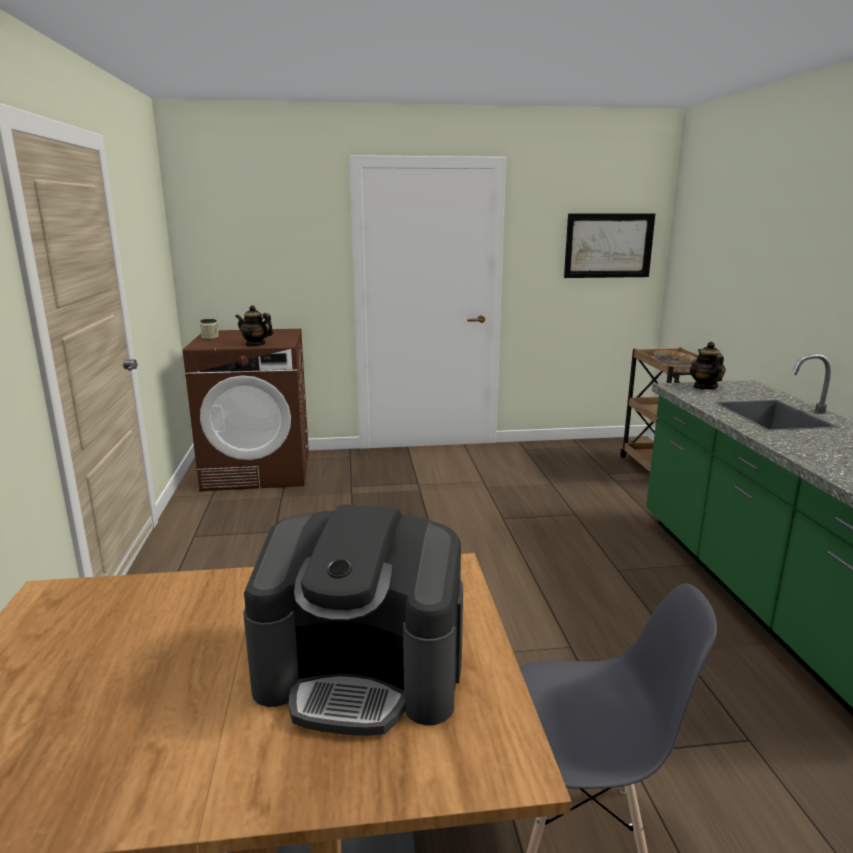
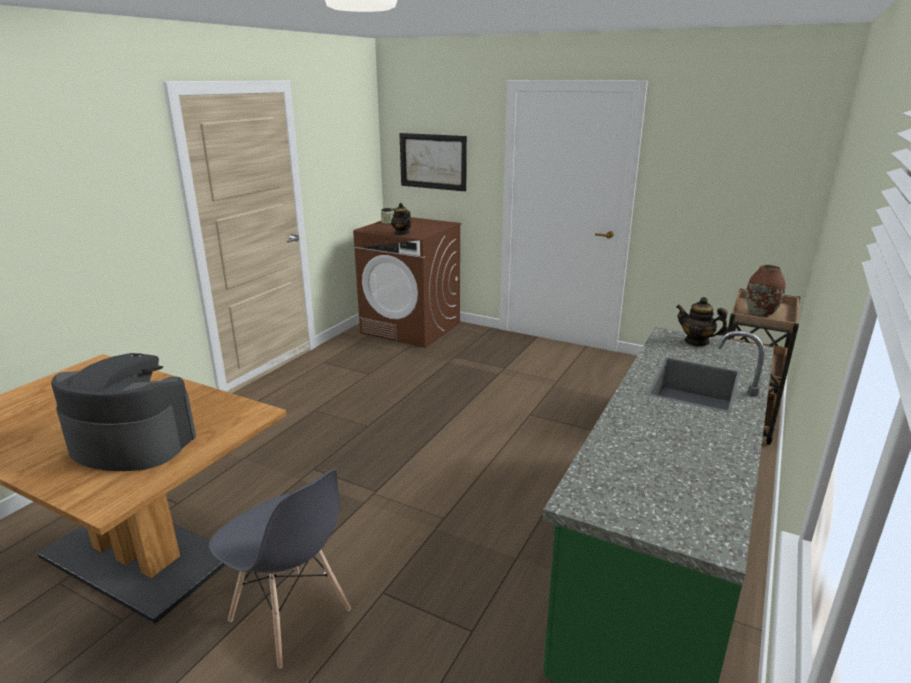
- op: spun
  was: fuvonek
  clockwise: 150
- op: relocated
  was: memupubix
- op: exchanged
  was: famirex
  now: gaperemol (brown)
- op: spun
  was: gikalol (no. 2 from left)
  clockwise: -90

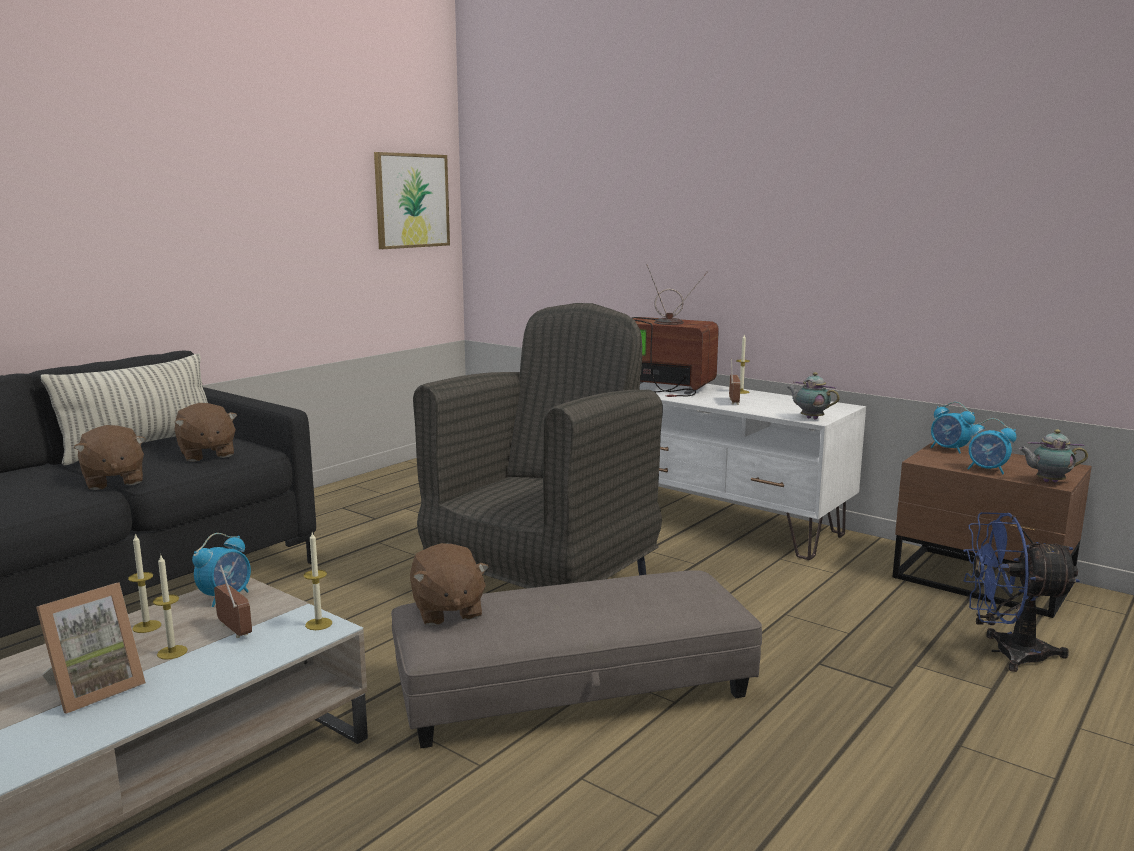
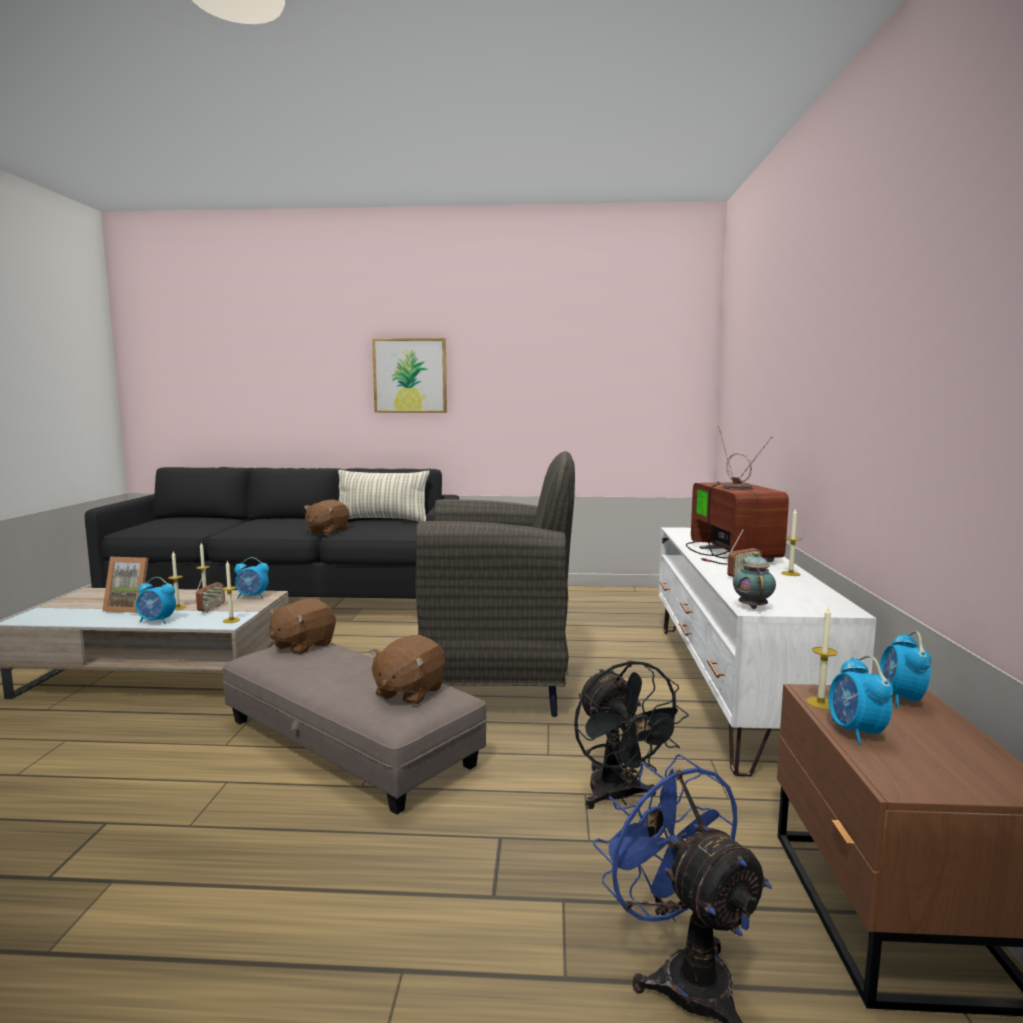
- op: relocated
  was: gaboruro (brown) (no. 2 from left in the first image)
  now: gaboruro (brown) (no. 3 from left)
- op: relocated
  was: memupubix
- op: missing
  was: gikalol (no. 2 from left)
- op: appeared
  now: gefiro (no. 1 from left)
- op: appeared
  now: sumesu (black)
- op: appeared
  now: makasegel (no. 5 from left)

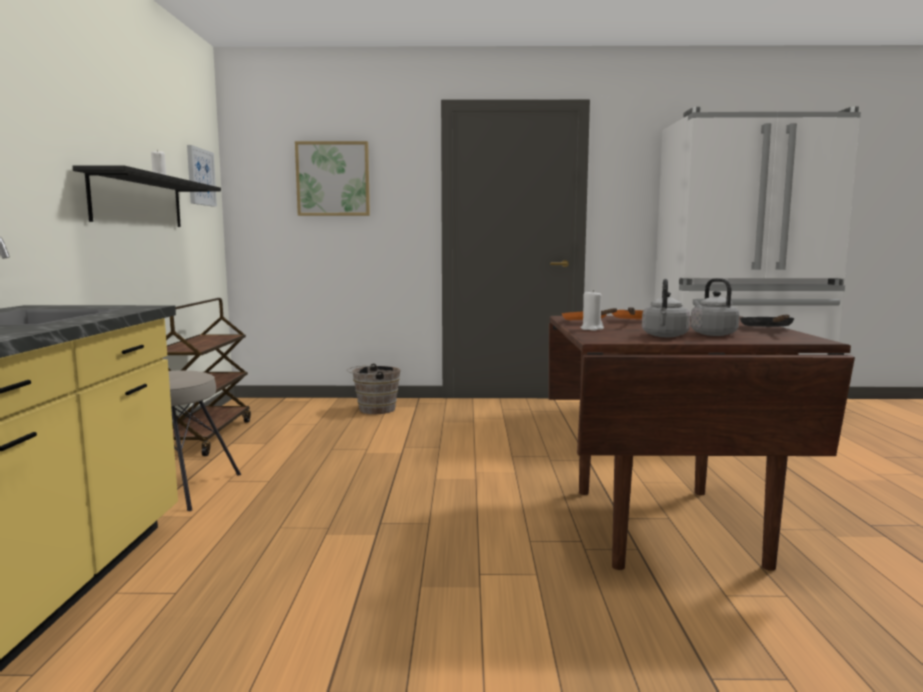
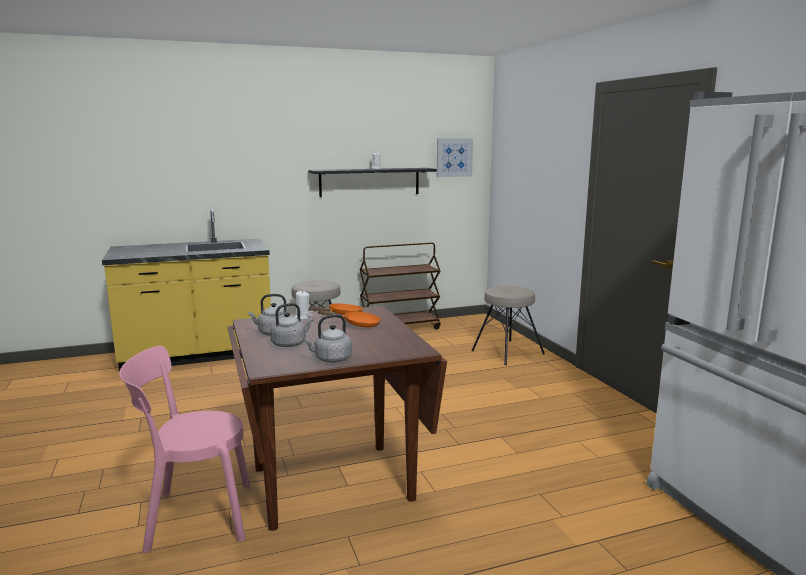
- op: missing
  was: memupubix (no. 2 from left)
- op: exchanged
  was: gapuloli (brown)
  now: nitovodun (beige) (no. 2 from left)
- op: exchanged
  was: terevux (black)
  now: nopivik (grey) (no. 3 from left)
- op: appeared
  now: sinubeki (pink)

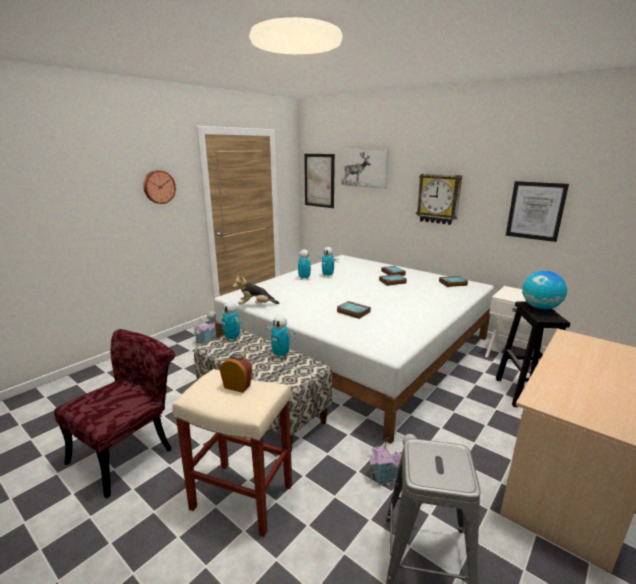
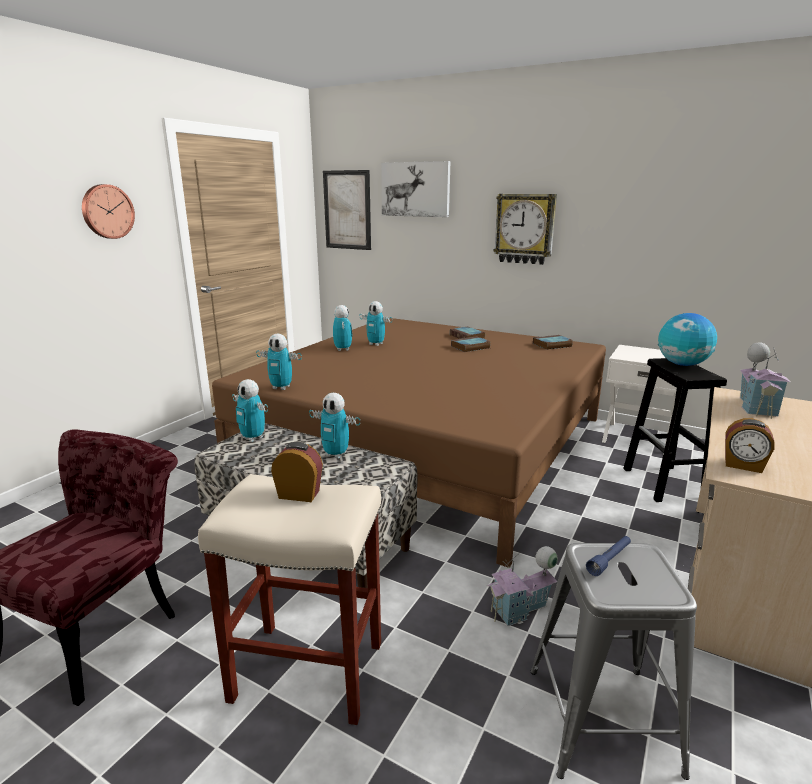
- op: relocated
  was: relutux (no. 1 from left in the first image)
  now: relutux (no. 2 from left)
- op: colour
  was: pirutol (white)
  now: pirutol (brown)
- op: exchanged
  was: gaboruro
  now: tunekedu (no. 2 from left)
- op: missing
  was: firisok (no. 1 from left)
- op: missing
  was: memupubix (no. 3 from left)
- op: appeared
  now: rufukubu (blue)
- op: appeared
  now: gefiro (no. 2 from left)

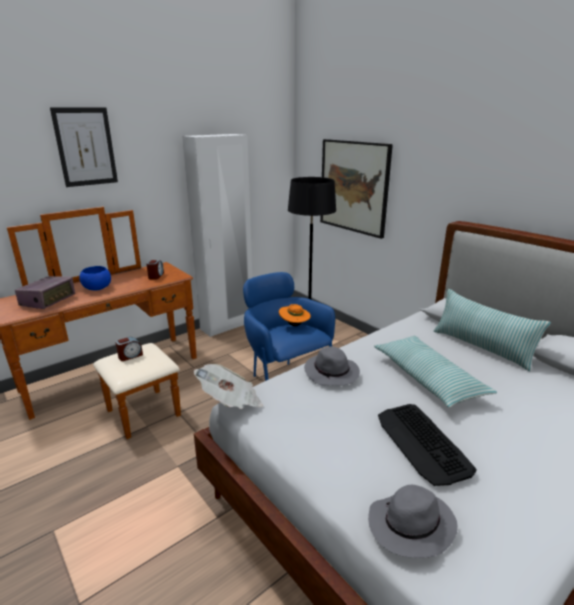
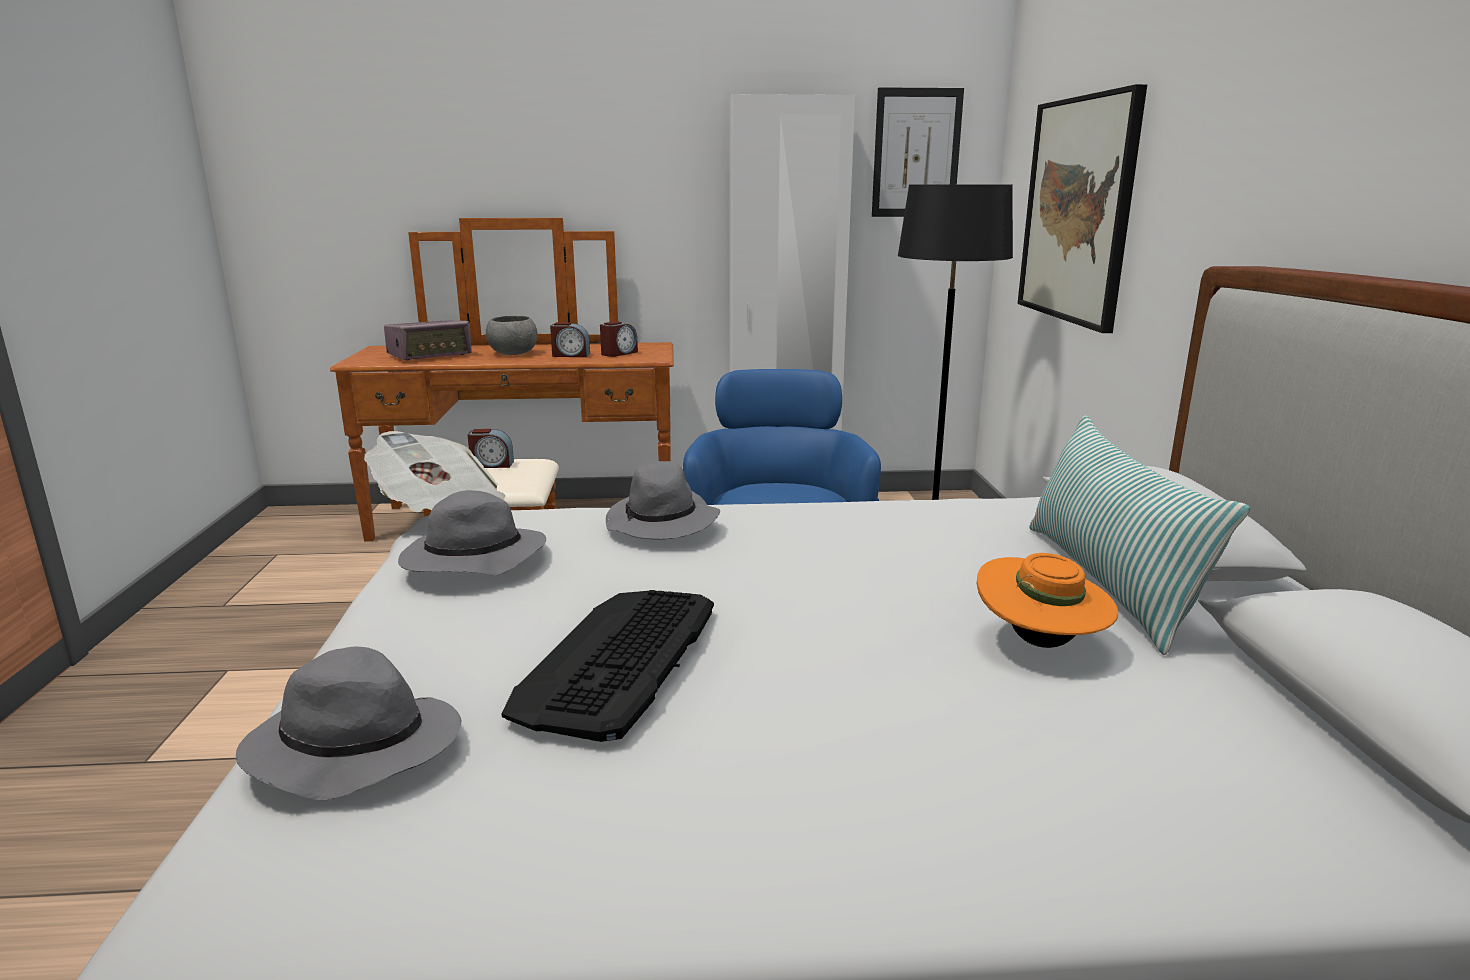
- op: relocated
  was: memupubix (no. 1 from left)
- op: colour
  was: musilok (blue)
  now: musilok (grey)
- op: relocated
  was: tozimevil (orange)
- op: missing
  was: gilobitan (no. 1 from left)
- op: appeared
  now: tozimevil (grey) (no. 2 from left)
- op: appeared
  now: gefiro (no. 2 from left)

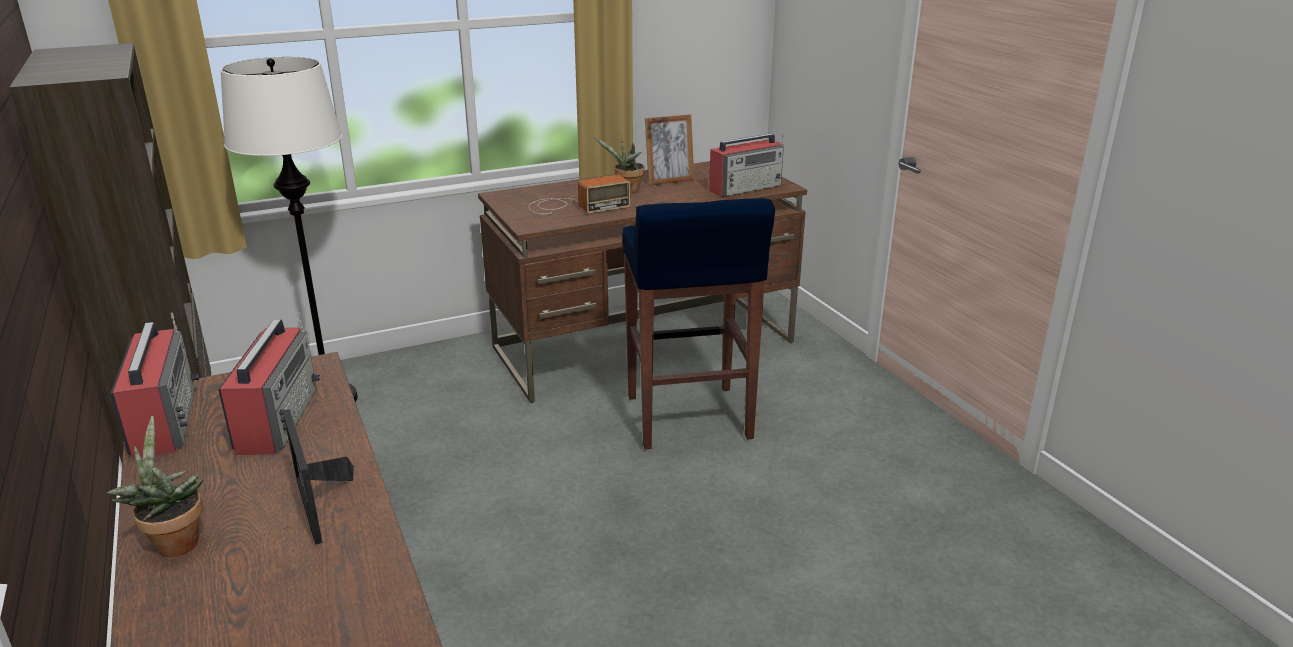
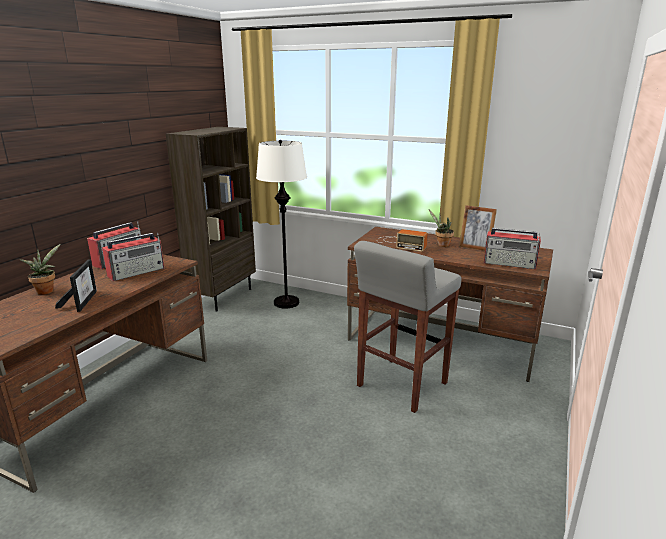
- op: spun
  was: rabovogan (no. 1 from left)
  clockwise: 150
- op: colour
  was: nitovodun (blue)
  now: nitovodun (grey)

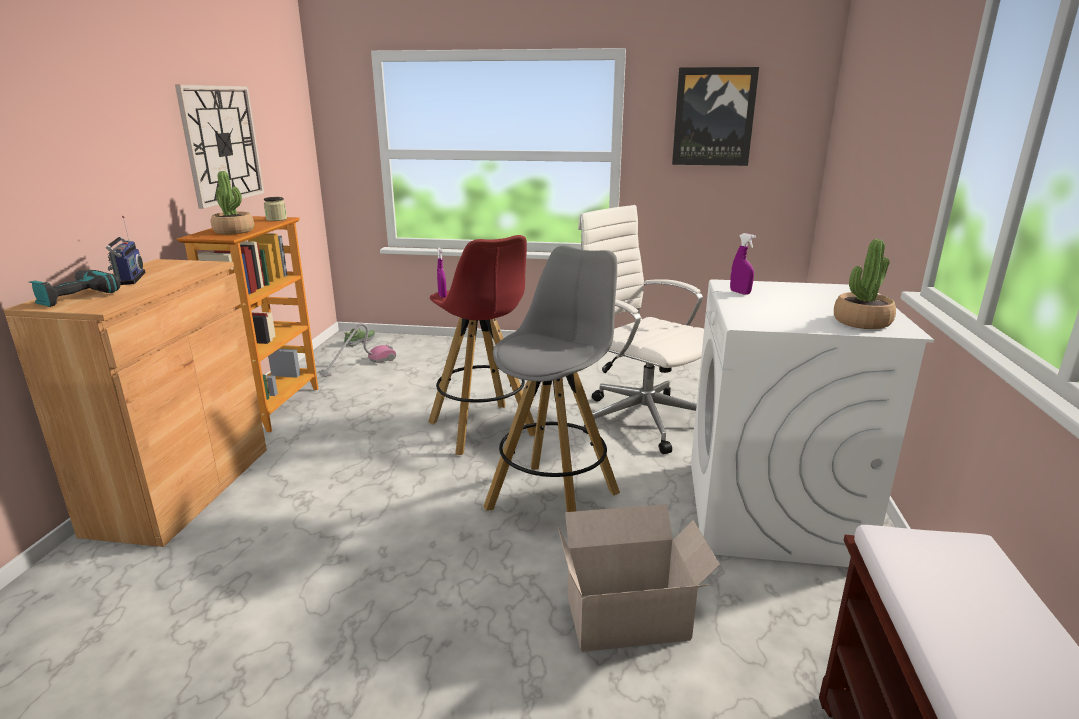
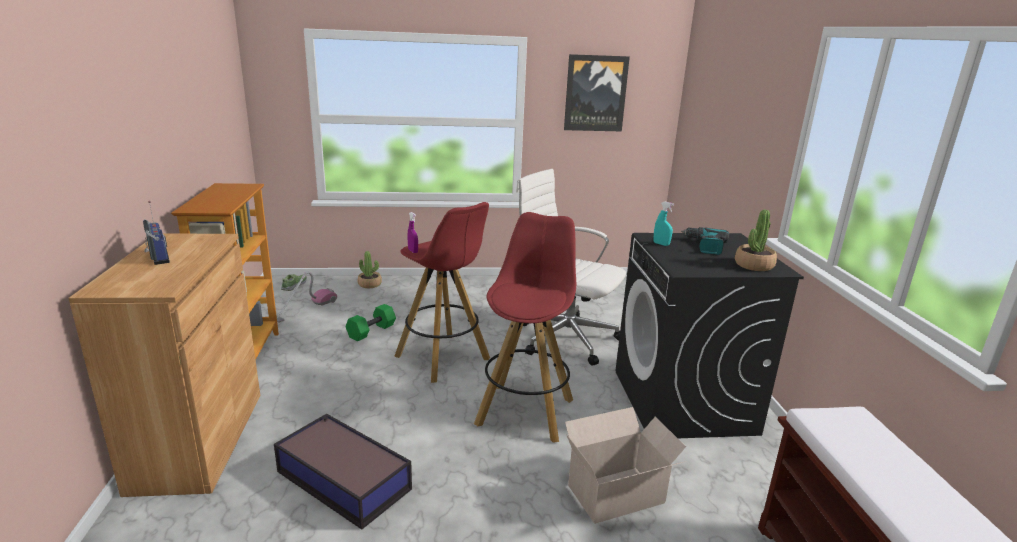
- op: relocated
  was: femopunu
- op: missing
  was: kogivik
- op: relocated
  was: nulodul (no. 1 from left)
- op: missing
  was: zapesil
- op: colour
  was: nitovodun (grey)
  now: nitovodun (red) (no. 2 from left)
- op: colour
  was: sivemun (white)
  now: sivemun (black)
- op: colour
  was: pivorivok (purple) (no. 2 from left)
  now: pivorivok (turquoise)
- op: appeared
  now: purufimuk
- op: appeared
  now: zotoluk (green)

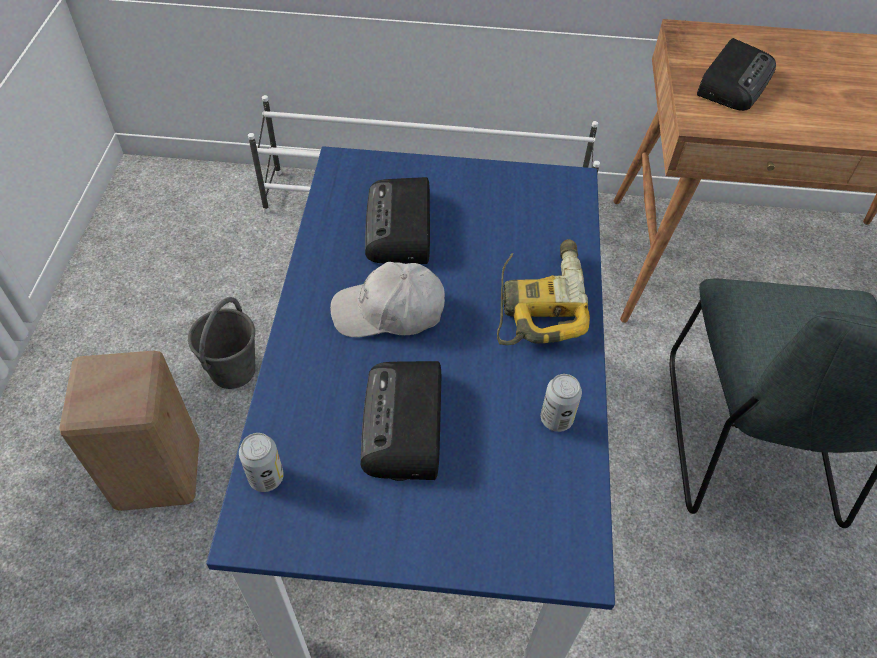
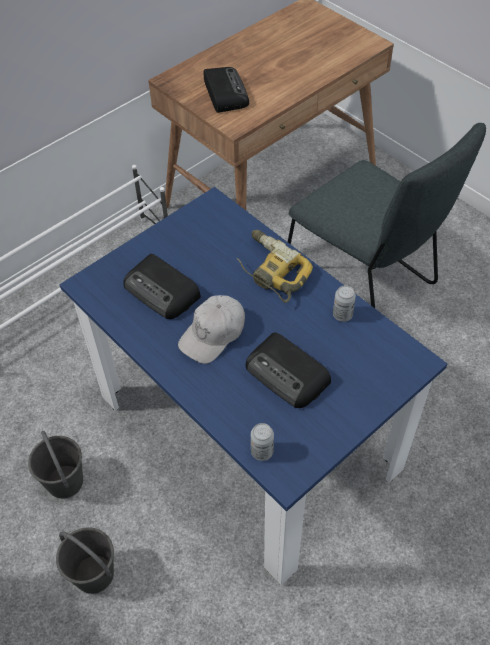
- op: exchanged
  was: nitovodun (beige)
  now: gapuloli (grey) (no. 2 from left)

